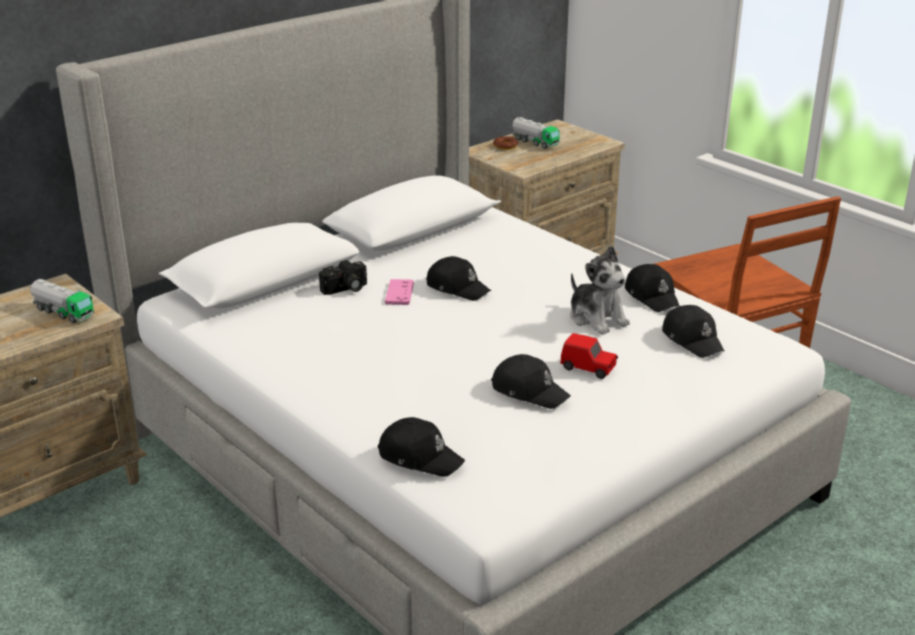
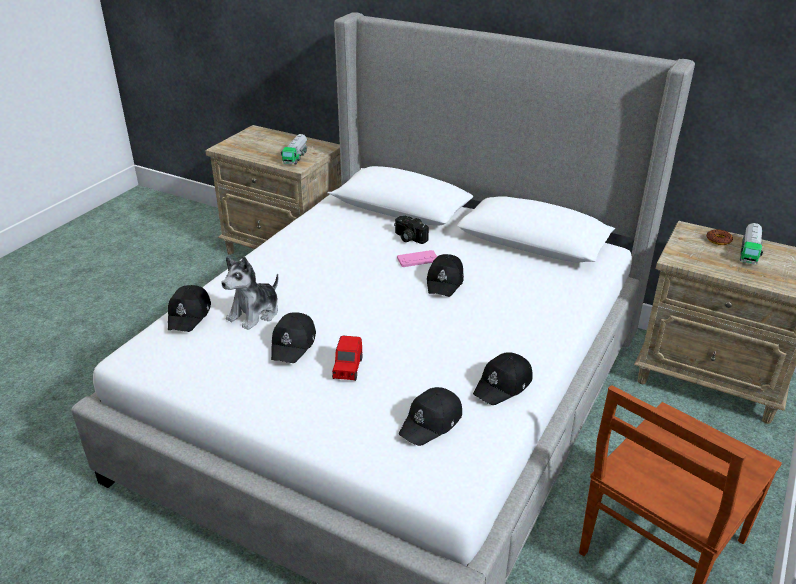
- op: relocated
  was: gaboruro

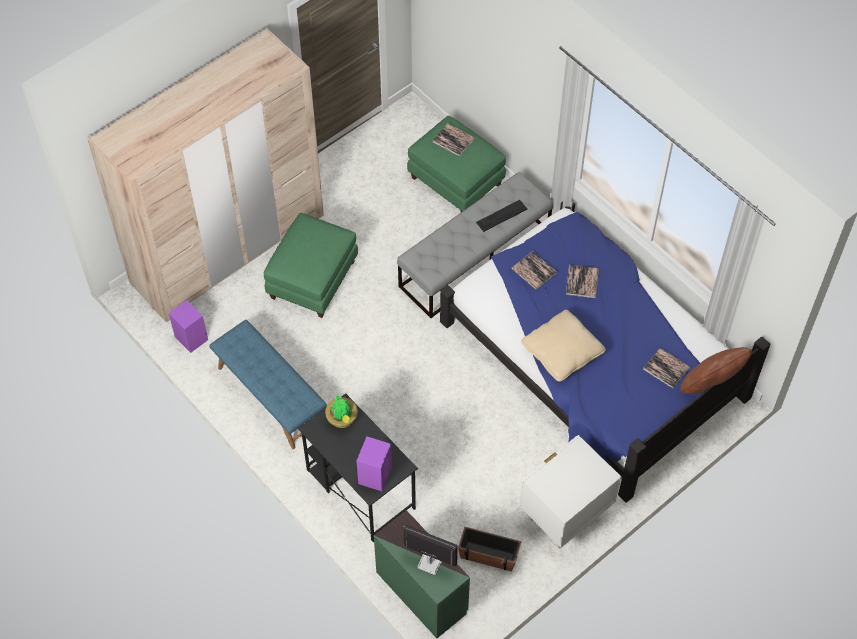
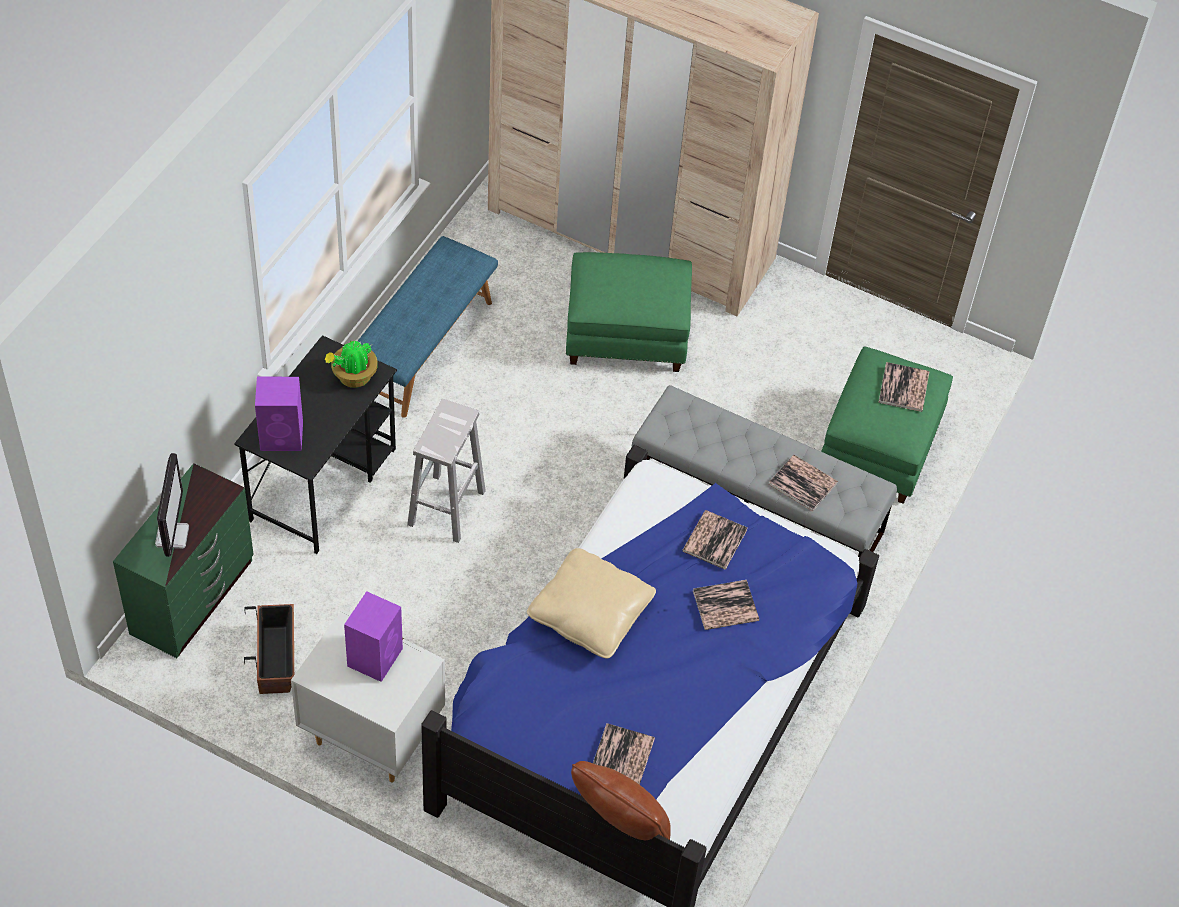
- op: relocated
  was: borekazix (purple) (no. 1 from left in the first image)
  now: borekazix (purple) (no. 2 from left)
- op: exchanged
  was: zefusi
  now: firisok (no. 4 from left)
- op: appeared
  now: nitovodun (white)

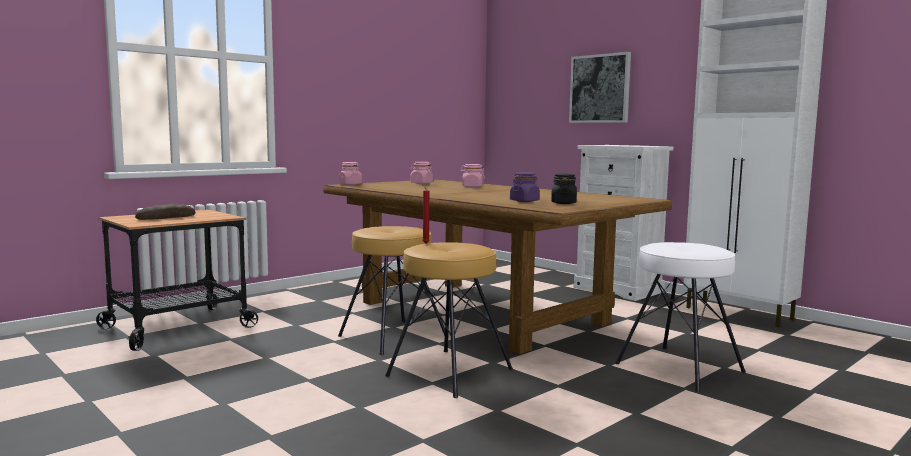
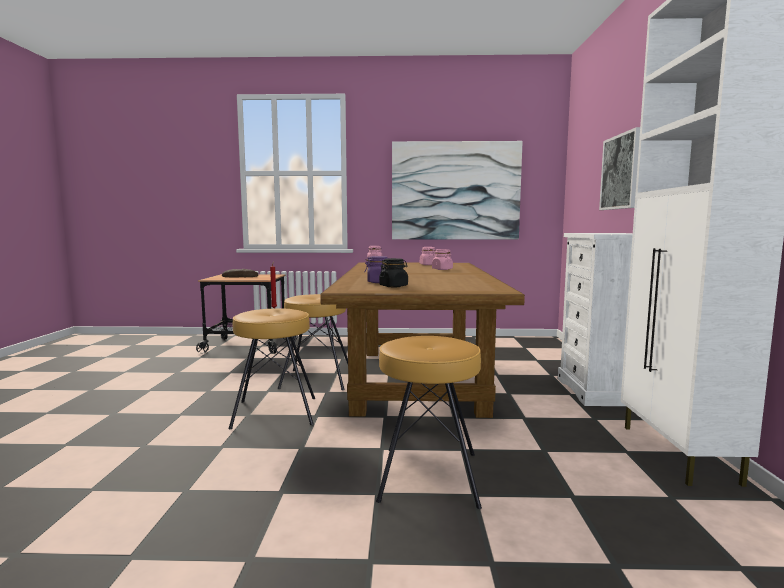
- op: colour
  was: nitovodun (white)
  now: nitovodun (brown) (no. 3 from left)
- op: appeared
  now: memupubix (no. 1 from left)

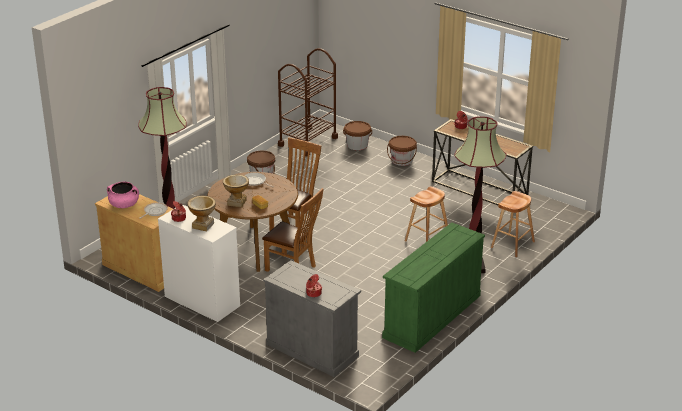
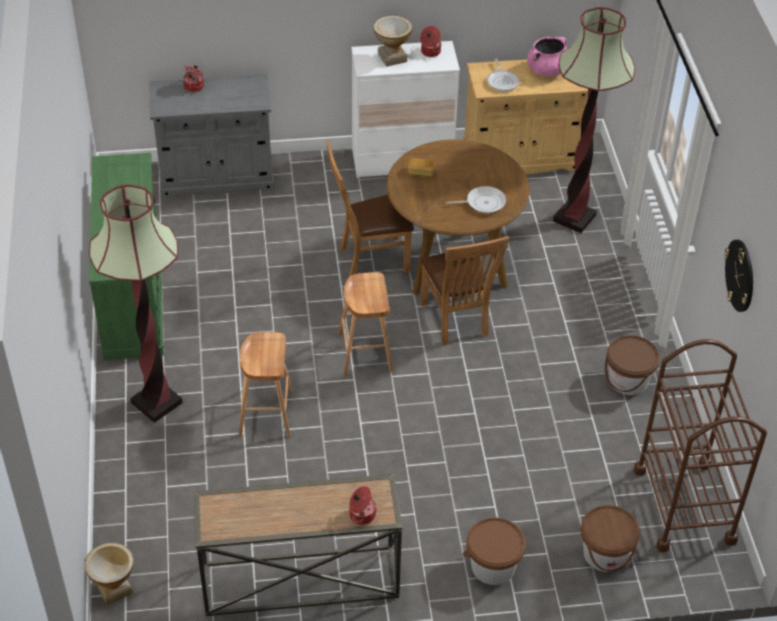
- op: relocated
  was: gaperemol (no. 2 from left in the first image)
  now: gaperemol (no. 1 from left)
- op: relocated
  was: nitovodun (brown) (no. 2 from left)
- op: appeared
  now: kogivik

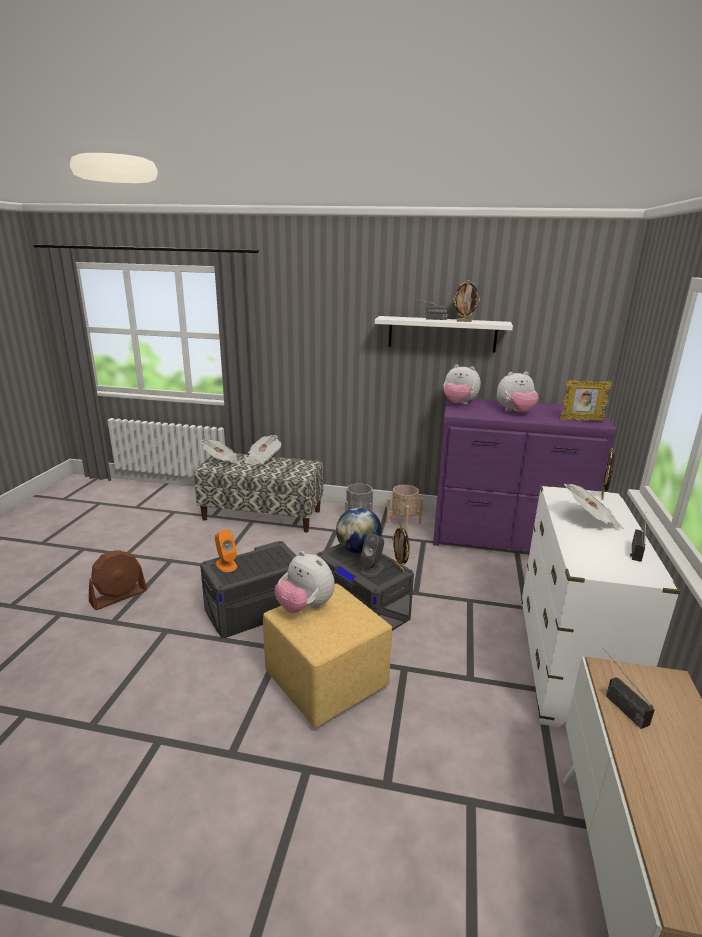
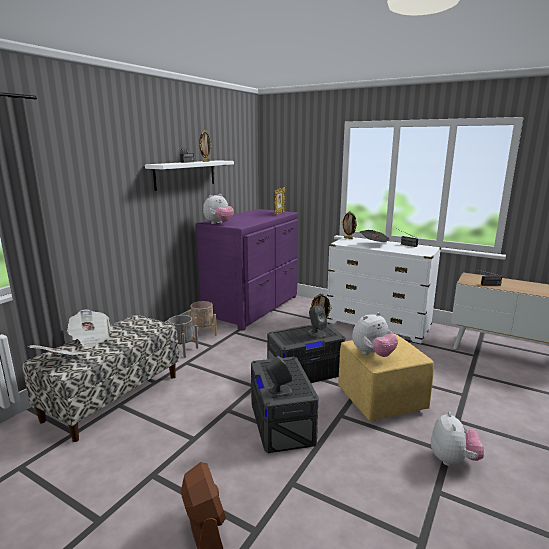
- op: colour
  was: borekazix (orange)
  now: borekazix (grey) (no. 1 from left)
- op: missing
  was: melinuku
- op: relocated
  was: gaboruro (no. 3 from left)

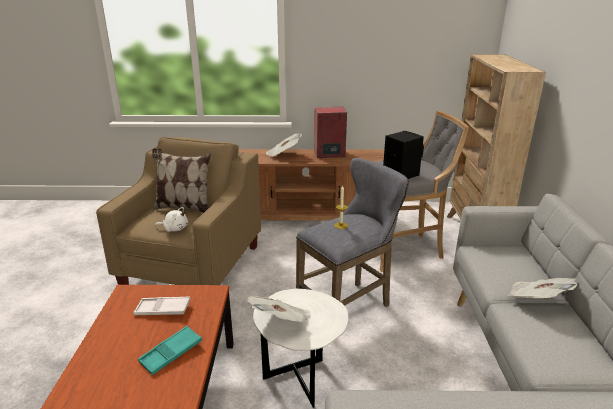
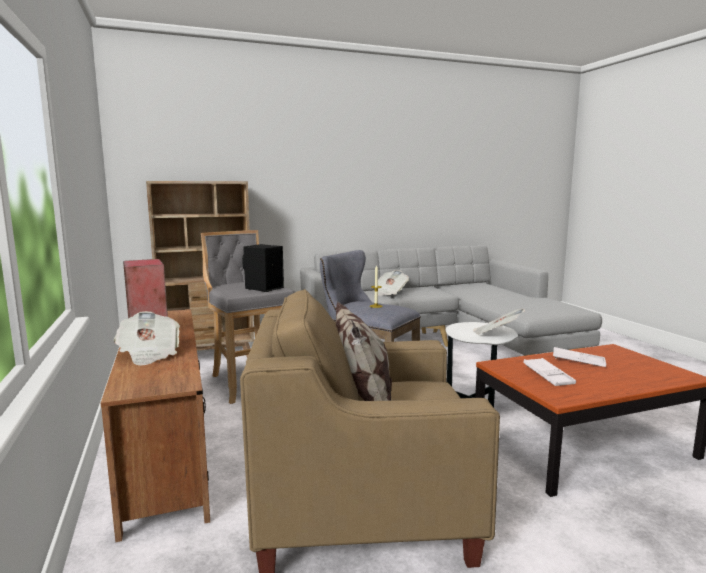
- op: colour
  was: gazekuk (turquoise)
  now: gazekuk (white) (no. 2 from left)
- op: missing
  was: gaboruro (white)

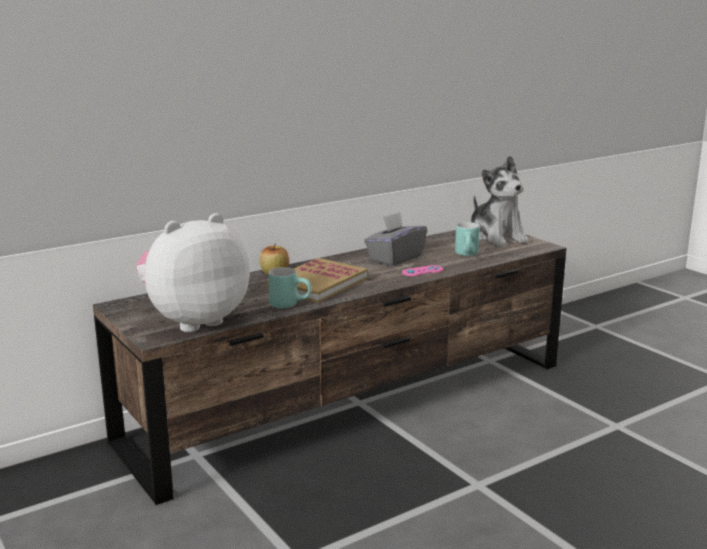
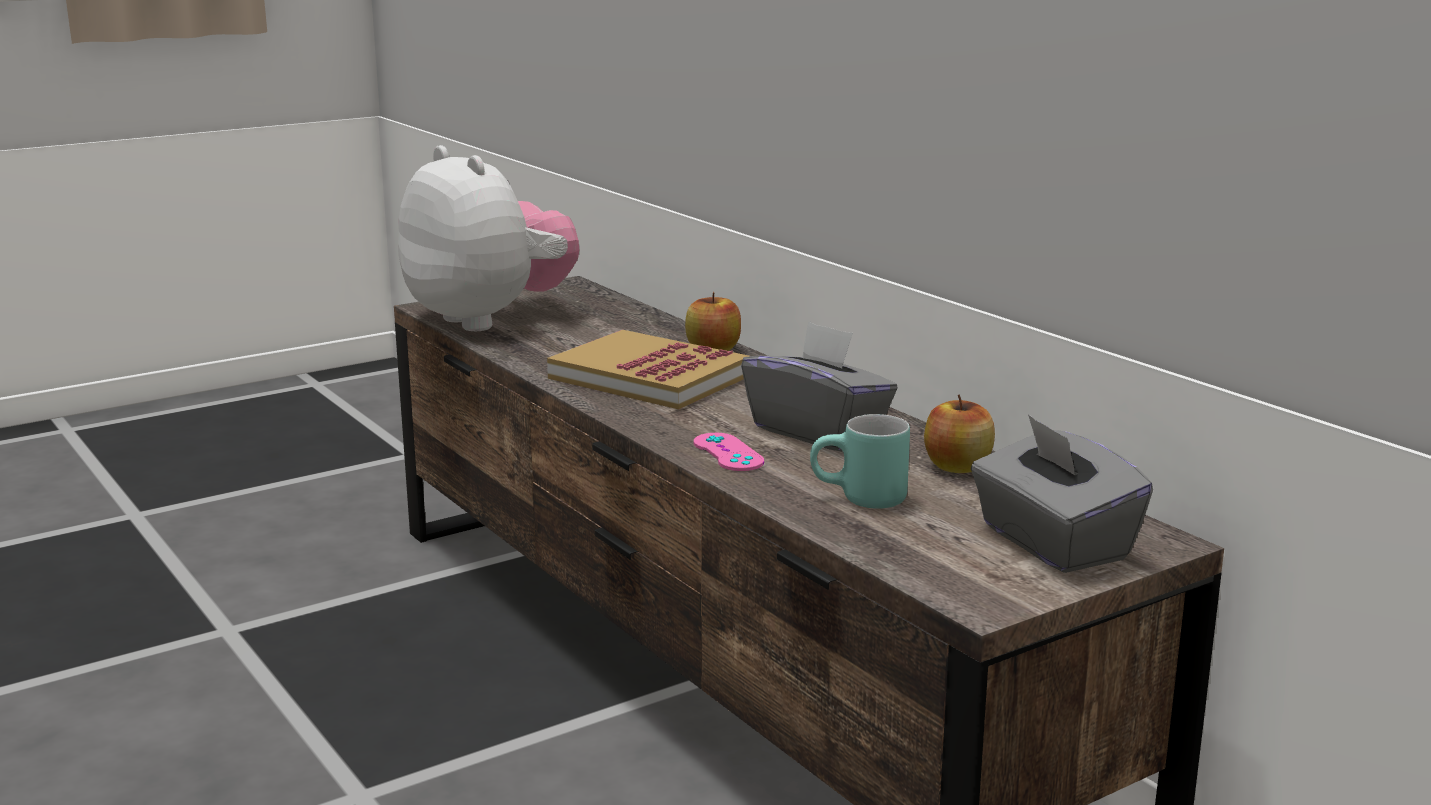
- op: missing
  was: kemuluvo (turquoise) (no. 1 from left)
- op: exchanged
  was: gaboruro (no. 2 from left)
  now: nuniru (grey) (no. 2 from left)
- op: appeared
  now: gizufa (no. 2 from left)

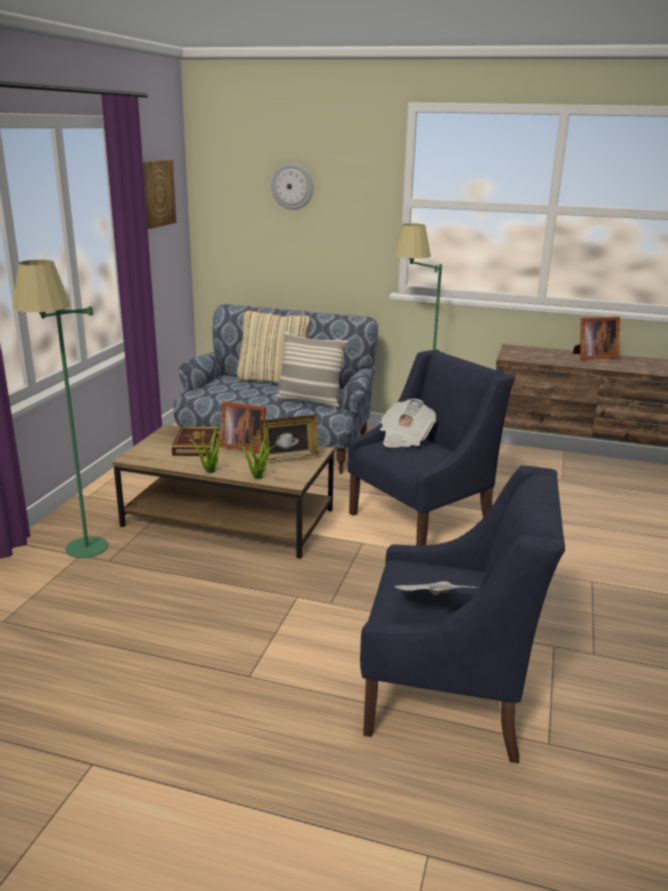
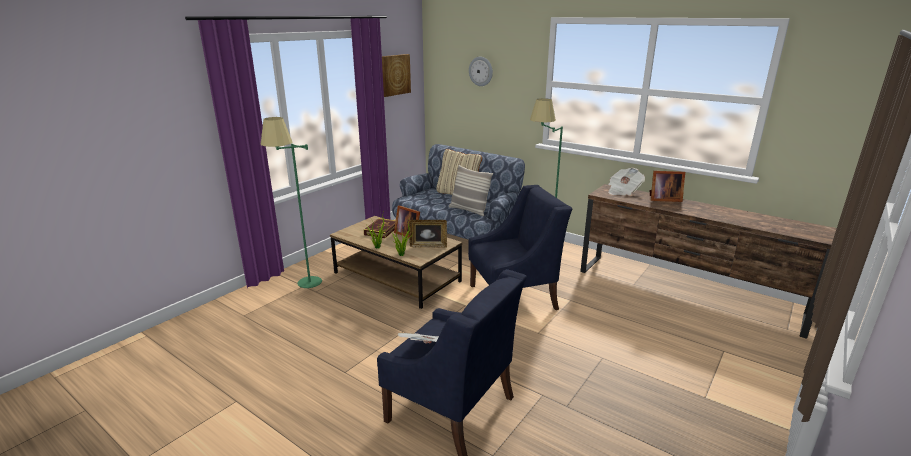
- op: relocated
  was: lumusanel (no. 1 from left in the first image)
  now: lumusanel (no. 2 from left)

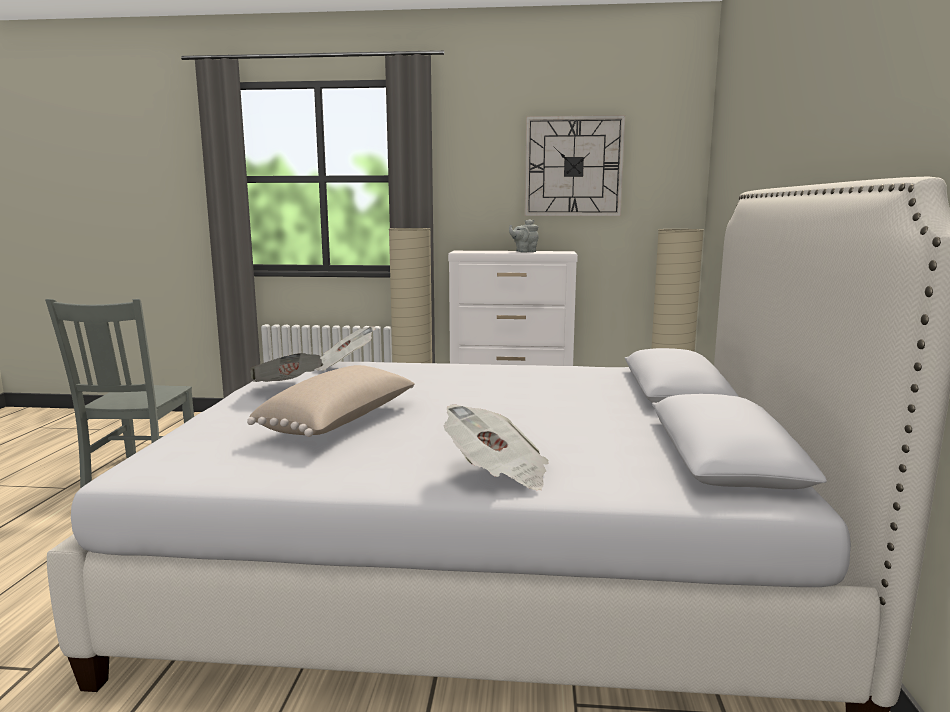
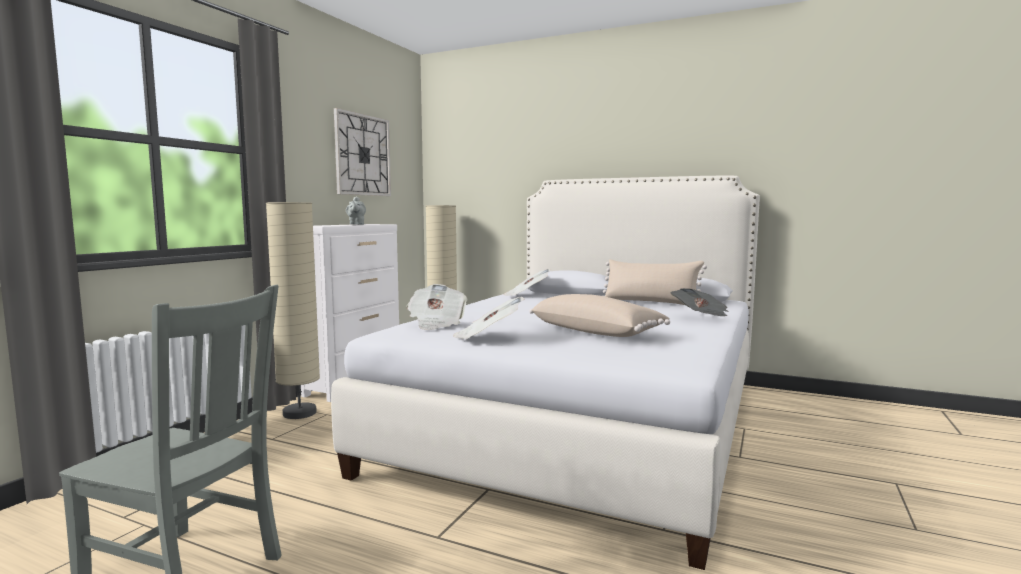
- op: appeared
  now: lumusanel (no. 3 from left)
- op: appeared
  now: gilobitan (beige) (no. 2 from left)

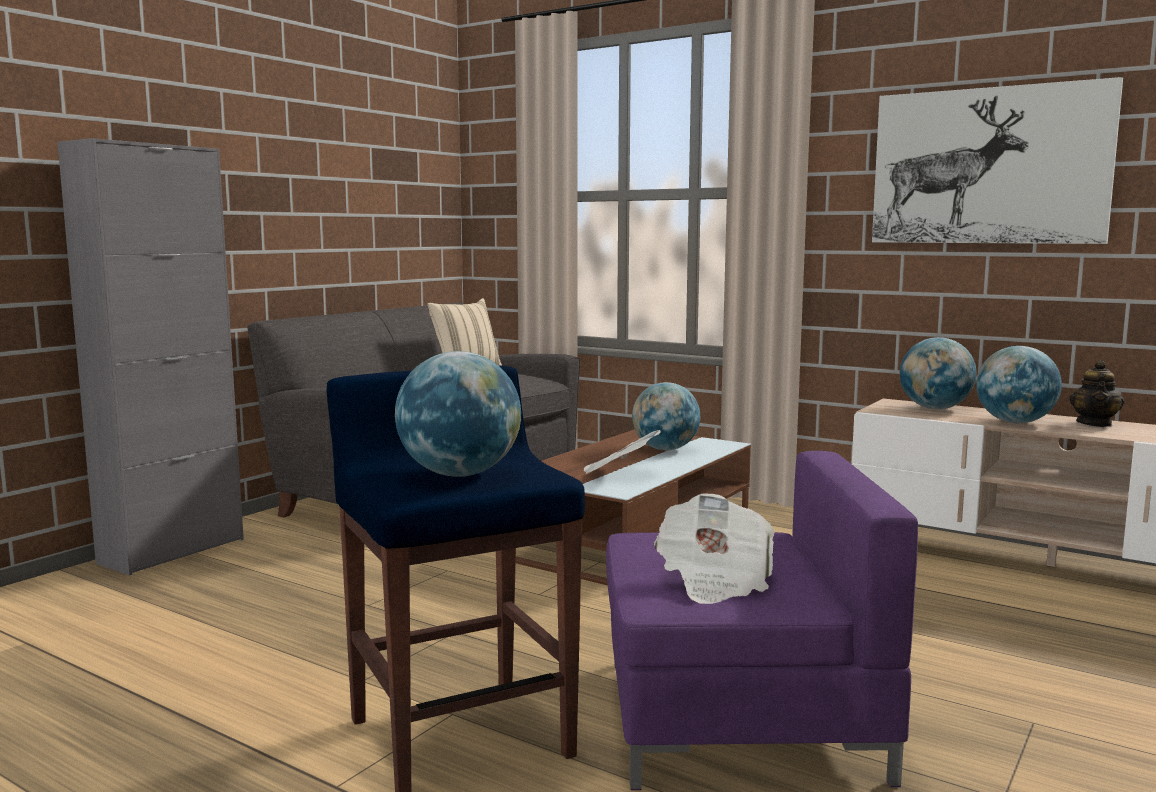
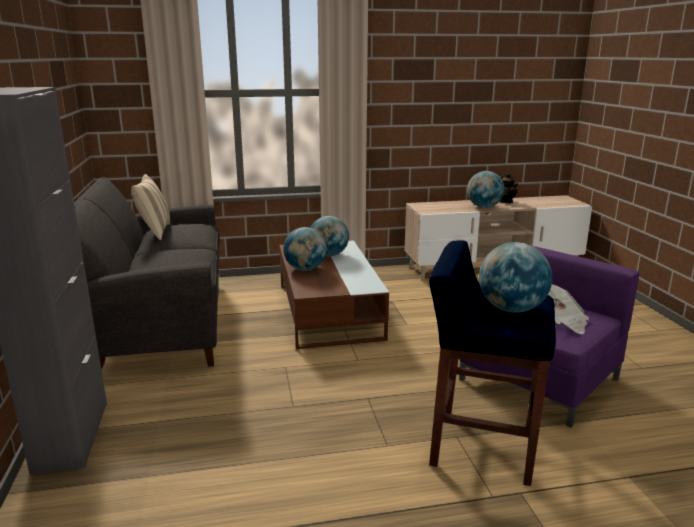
- op: missing
  was: lumusanel (no. 1 from left)
- op: missing
  was: memupubix
- op: relocated
  was: melinuku (no. 3 from left in the first image)
  now: melinuku (no. 1 from left)

